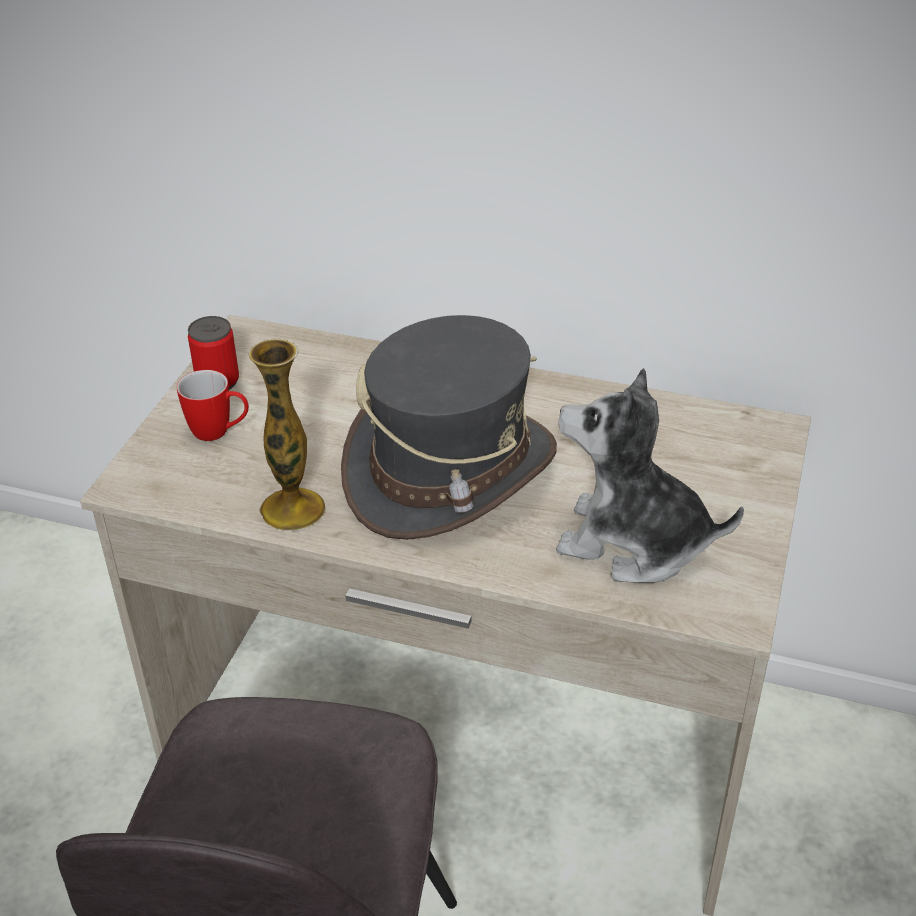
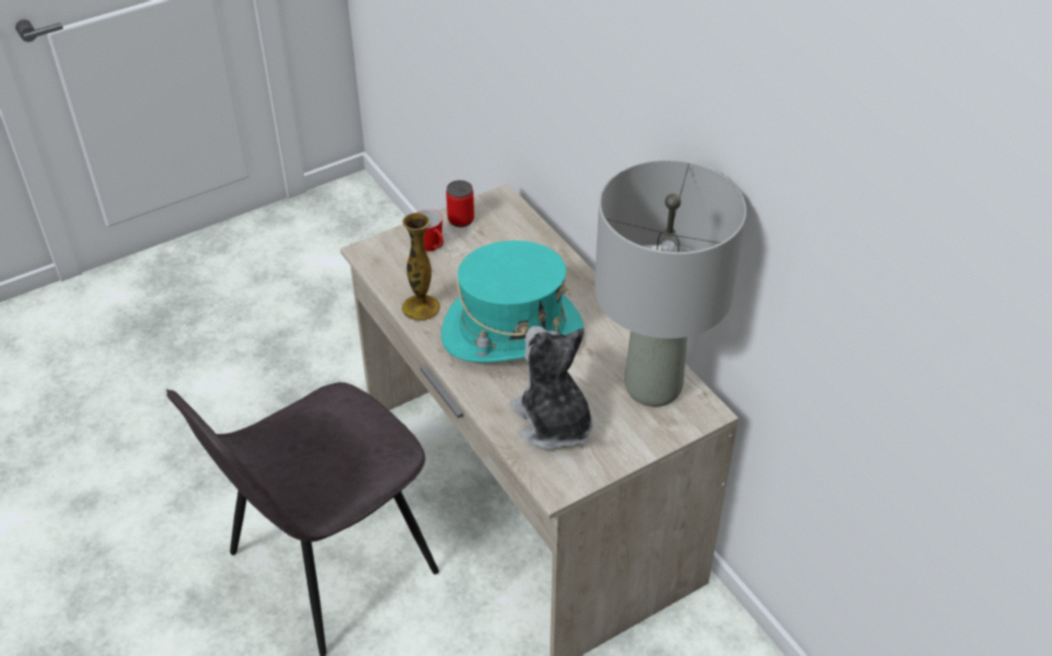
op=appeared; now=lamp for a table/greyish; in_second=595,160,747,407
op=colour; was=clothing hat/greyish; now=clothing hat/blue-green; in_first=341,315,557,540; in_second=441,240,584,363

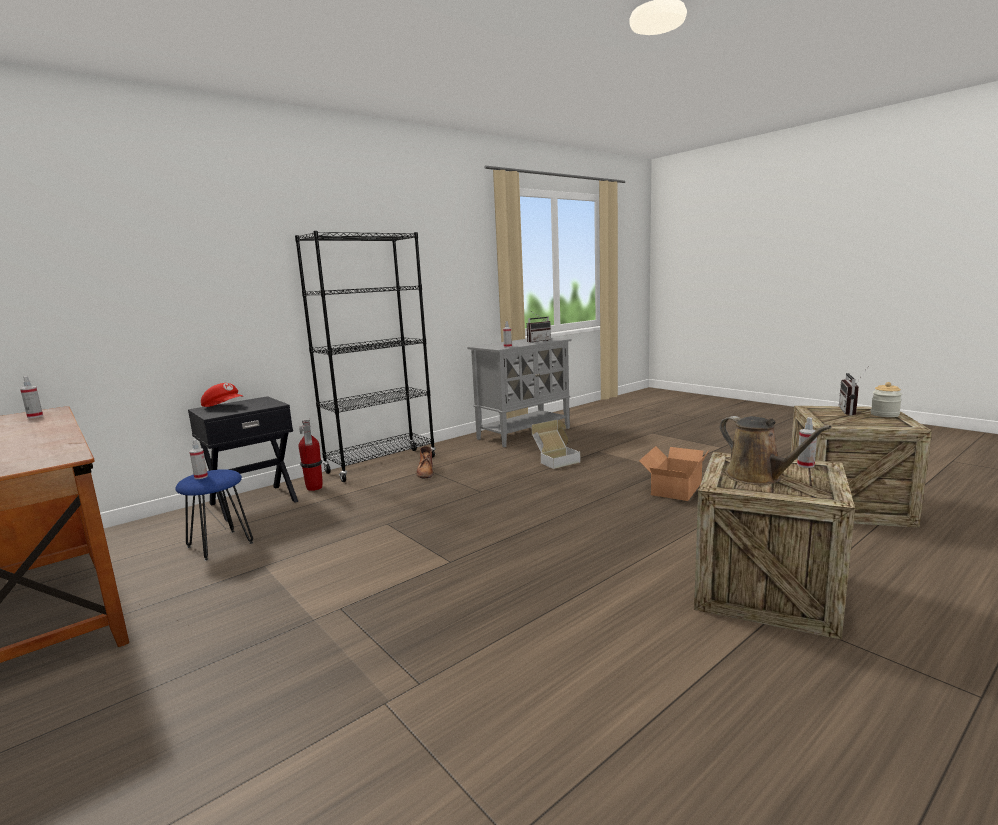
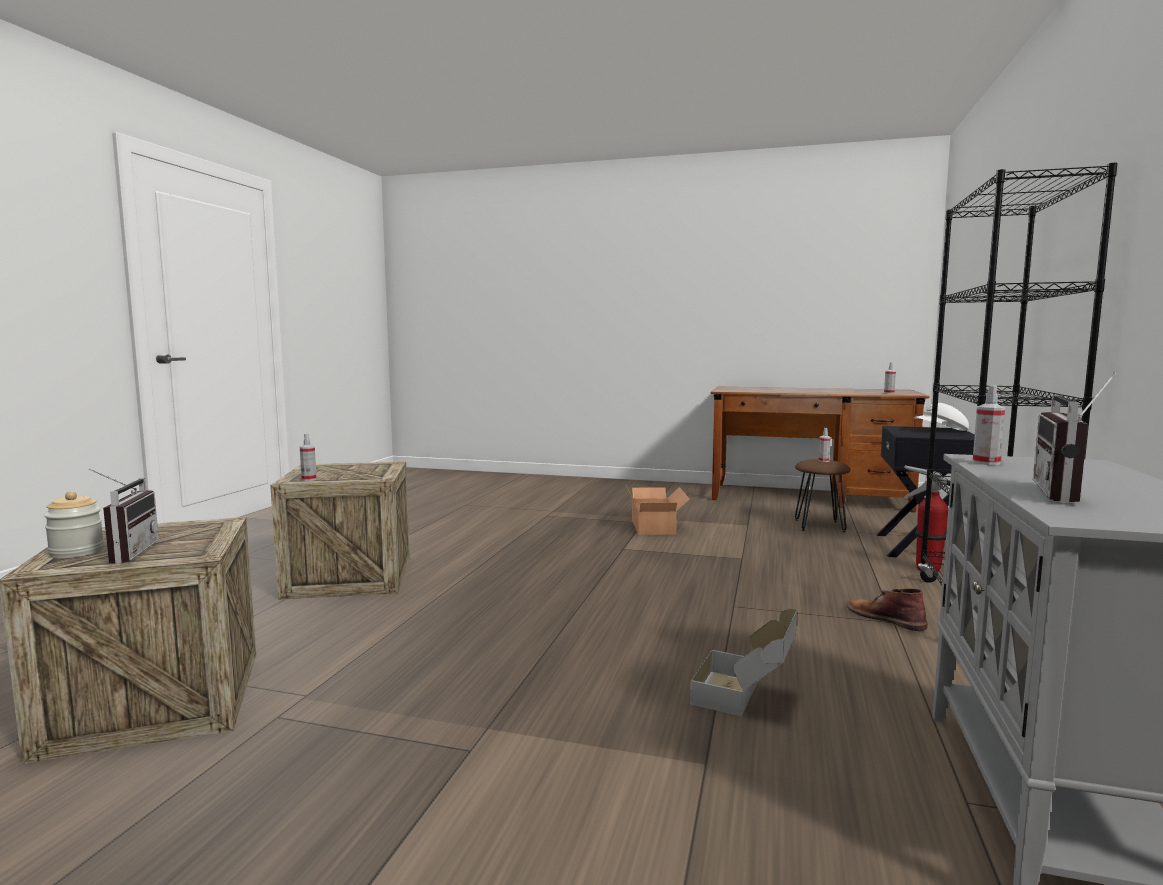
op=missing; was=sprinkling can/brown; in_first=720,416,832,485
op=relocated; was=carton; in_first=639,446,710,501; in_second=626,486,690,535
op=colour; was=stool/blue; now=stool/brown; in_first=175,469,254,561; in_second=795,460,850,532
op=colour; was=peaked cap/red; now=peaked cap/white; in_first=201,383,244,407; in_second=913,403,969,431

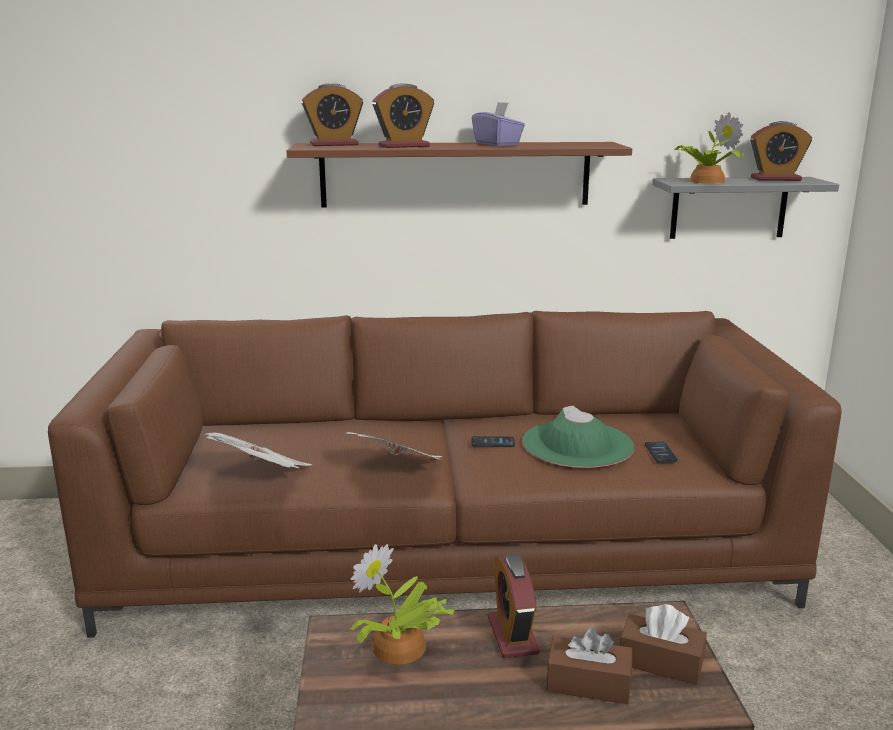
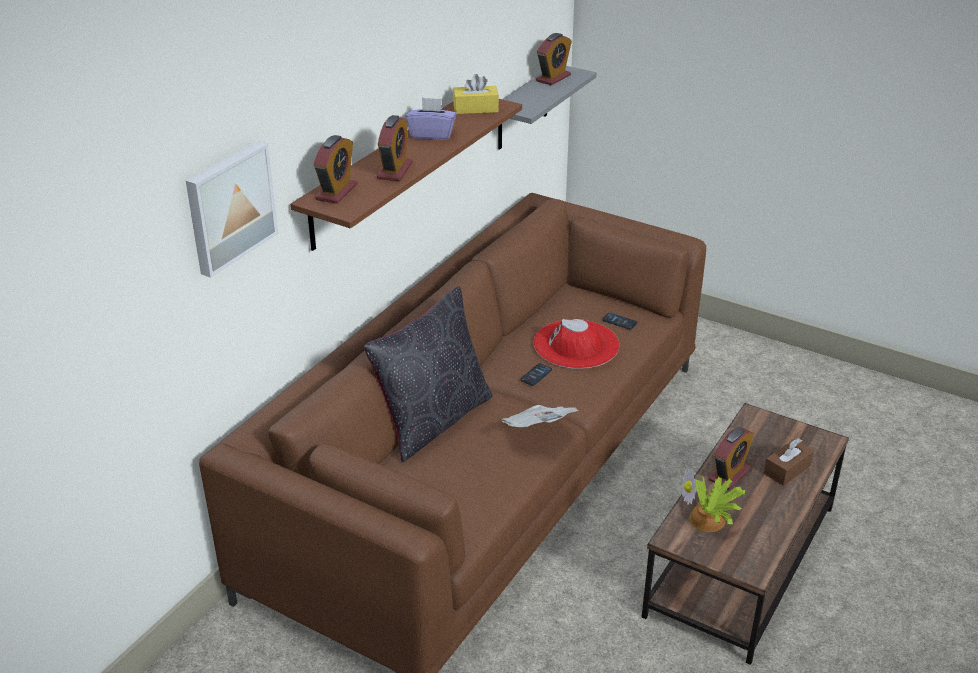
op=missing; was=newspaper; in_first=206,433,312,468
op=missing; was=box of tissues/brown; in_first=620,604,707,685
op=missing; was=plant in a pot; in_first=675,112,745,184
op=appeared; now=wall picture; in_second=186,141,278,278
op=appeared; now=pillow/blackish; in_second=364,286,492,463
op=appeared; now=box of tissues/yellow; in_second=453,74,499,114
op=colour; was=clothing hat/green-coloured; now=clothing hat/red; in_first=522,406,634,468; in_second=534,319,619,369
op=spun; was=table clock; in_first=488,553,540,658; in_second=709,427,754,490; clockwise=-75

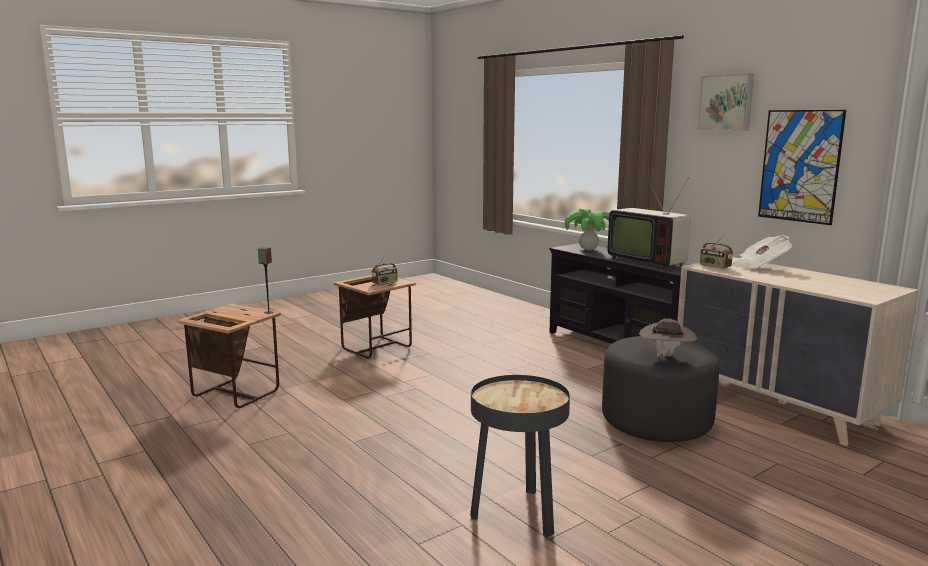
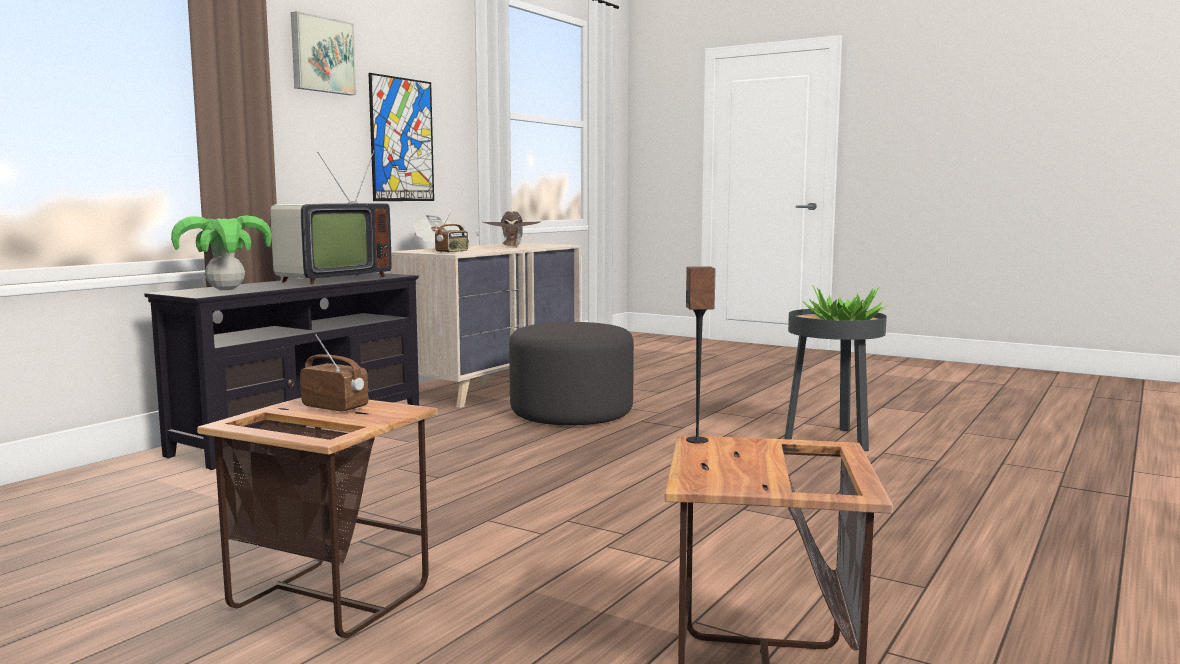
op=appeared; now=plant in a pot; in_second=802,285,889,321
op=relocated; was=clothing hat/brown; in_first=639,319,697,357; in_second=483,211,540,247

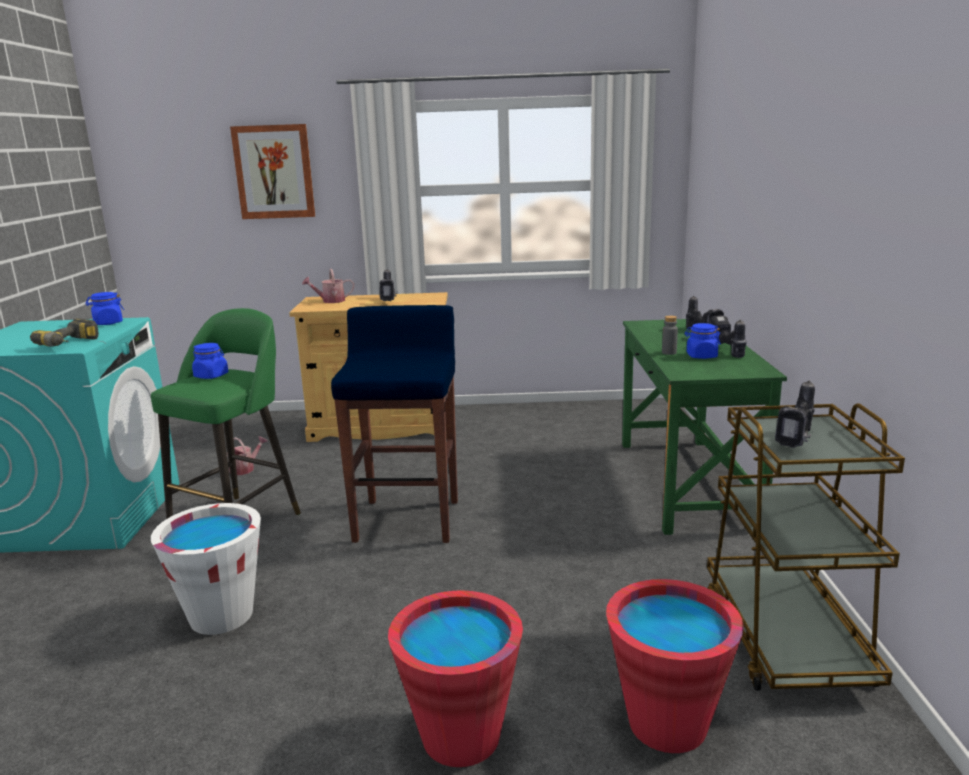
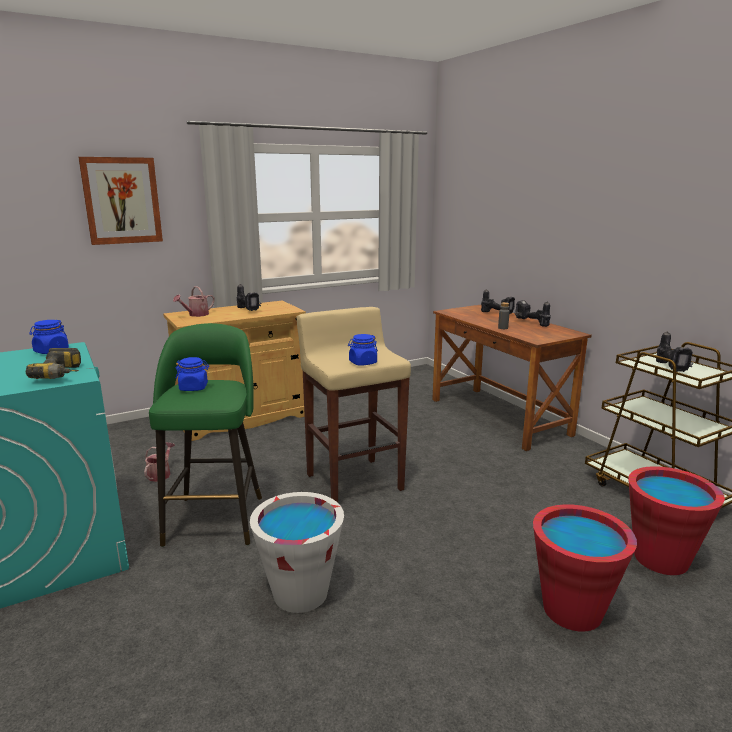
op=relocated; was=preserve jar/blue; in_first=684,323,721,359; in_second=348,334,378,366
op=colour; was=stool/blue; now=stool/beige; in_first=331,305,458,543; in_second=296,307,411,502
op=colour; was=desk table/green-coloured; now=desk table/brown; in_first=622,319,787,535; in_second=432,305,592,451

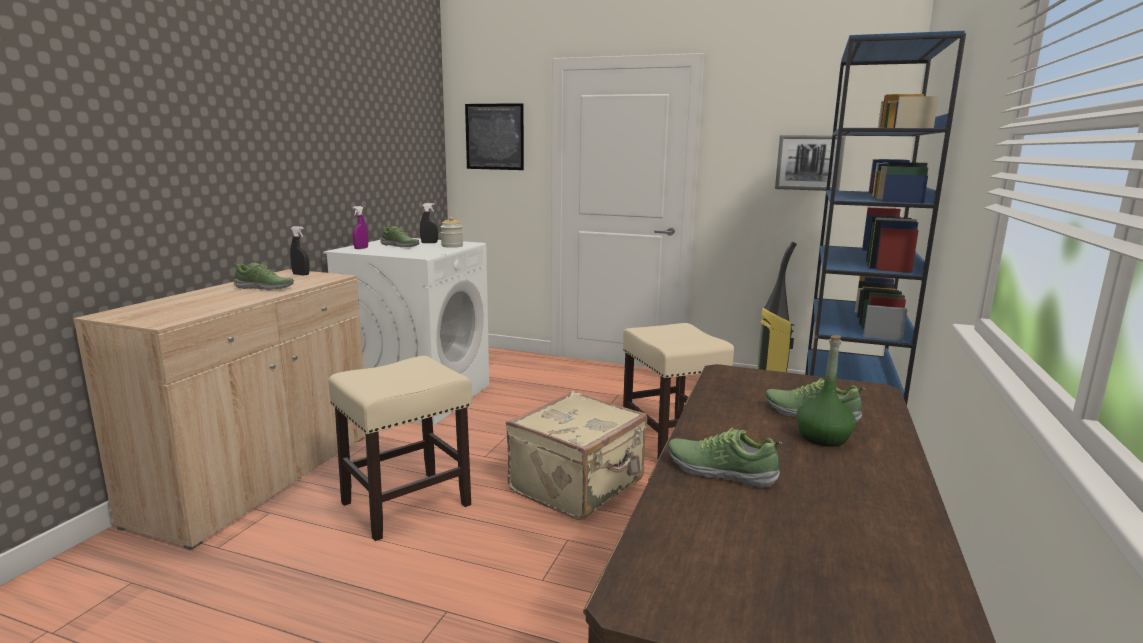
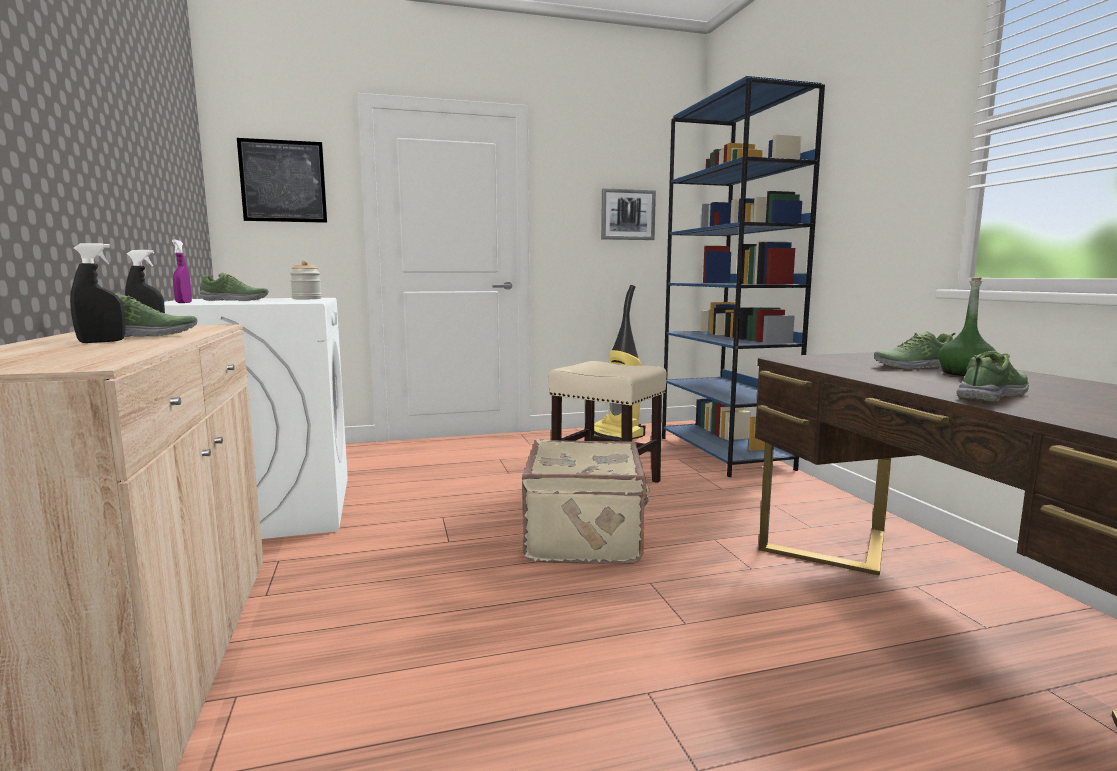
op=missing; was=stool/beige; in_first=328,356,472,541
op=relocated; was=spray bottle/blackish; in_first=420,203,438,243; in_second=70,243,126,343
op=spun; was=item of footwear; in_first=668,428,783,488; in_second=957,351,1029,401; clockwise=150

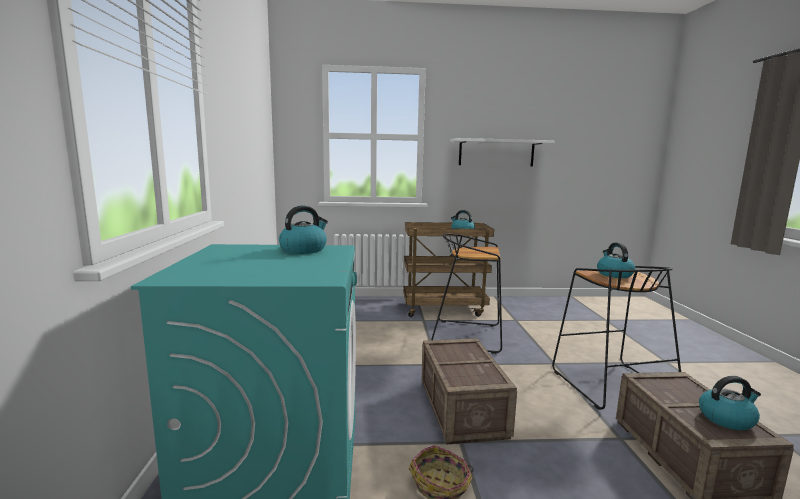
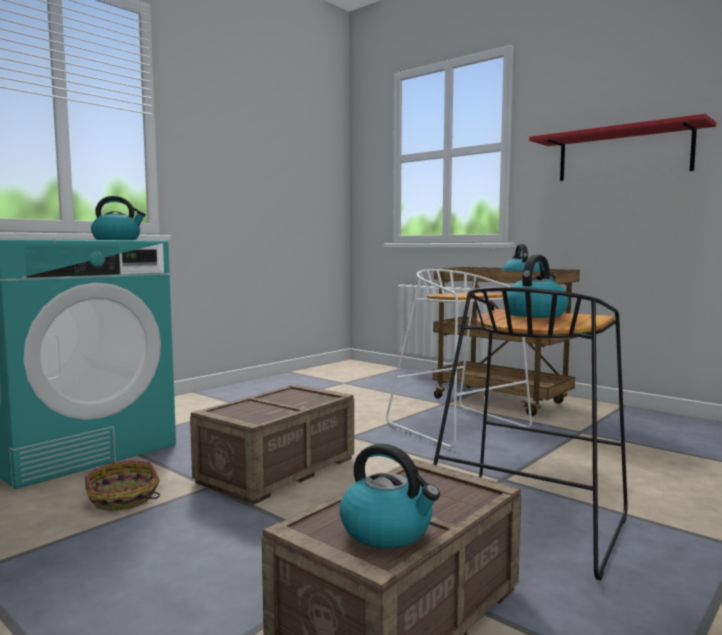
op=colour; was=stool/blackish; now=stool/white; in_first=431,233,502,354; in_second=386,269,532,449
op=colour; was=bracket shelf/white; now=bracket shelf/red; in_first=450,138,554,167; in_second=529,114,717,181

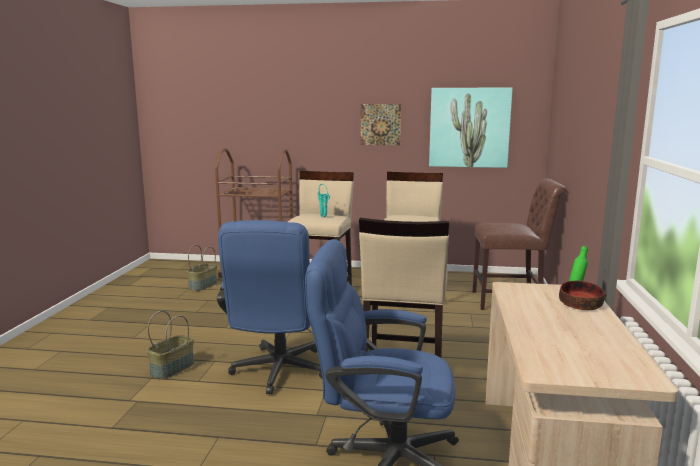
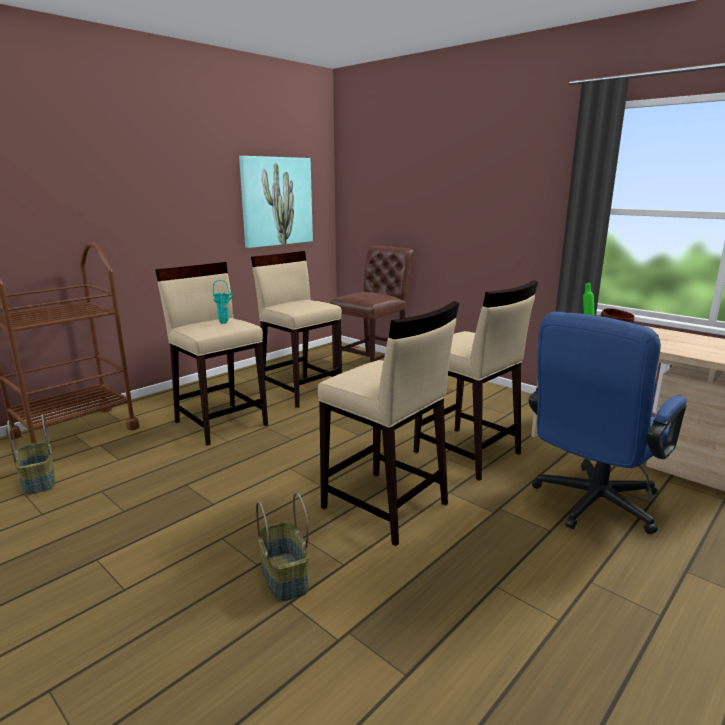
op=missing; was=wall picture; in_first=360,104,401,145
op=exchanged; was=desk chair/blue; now=stool/beige; in_first=217,220,323,394; in_second=318,301,459,546

